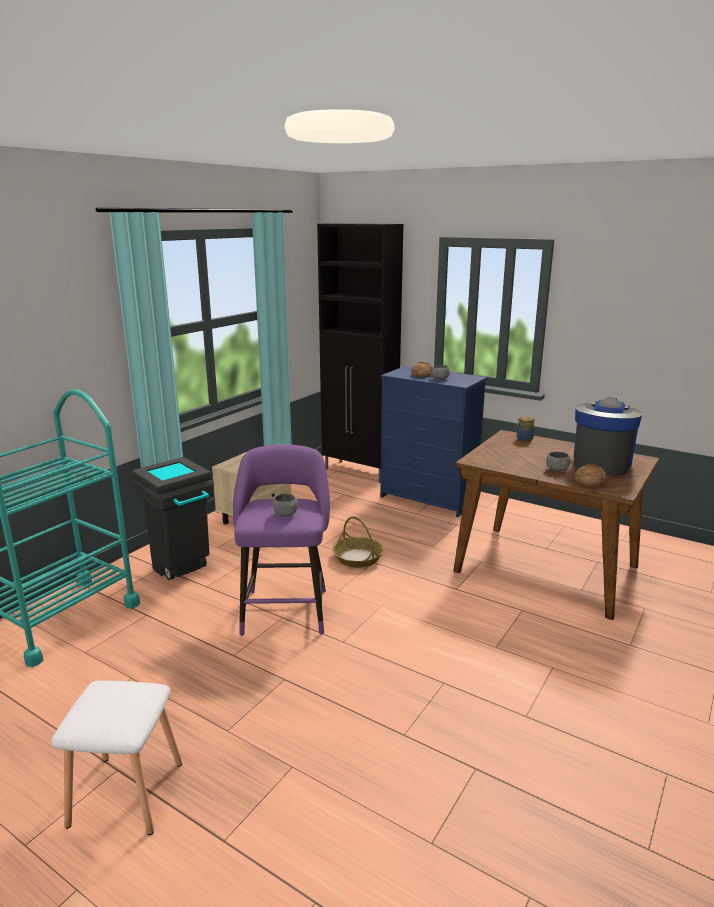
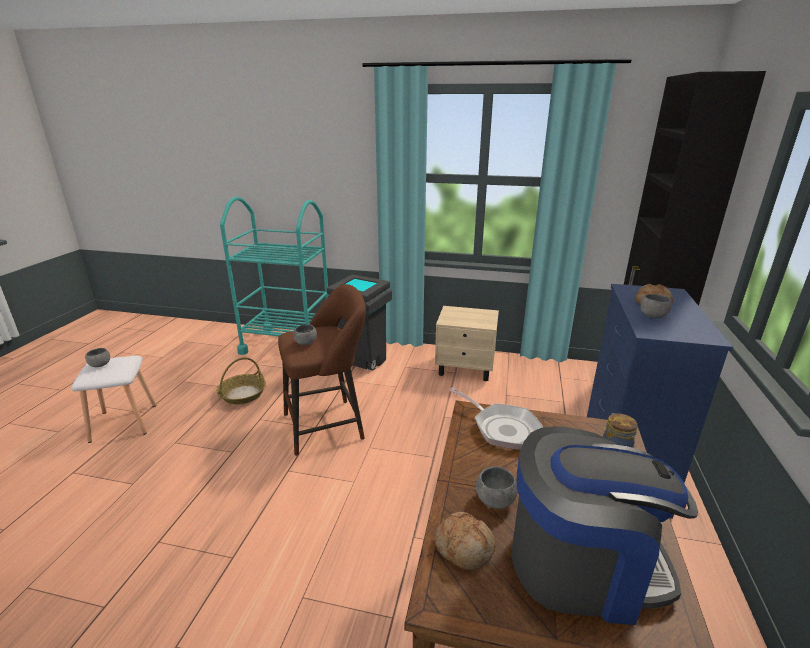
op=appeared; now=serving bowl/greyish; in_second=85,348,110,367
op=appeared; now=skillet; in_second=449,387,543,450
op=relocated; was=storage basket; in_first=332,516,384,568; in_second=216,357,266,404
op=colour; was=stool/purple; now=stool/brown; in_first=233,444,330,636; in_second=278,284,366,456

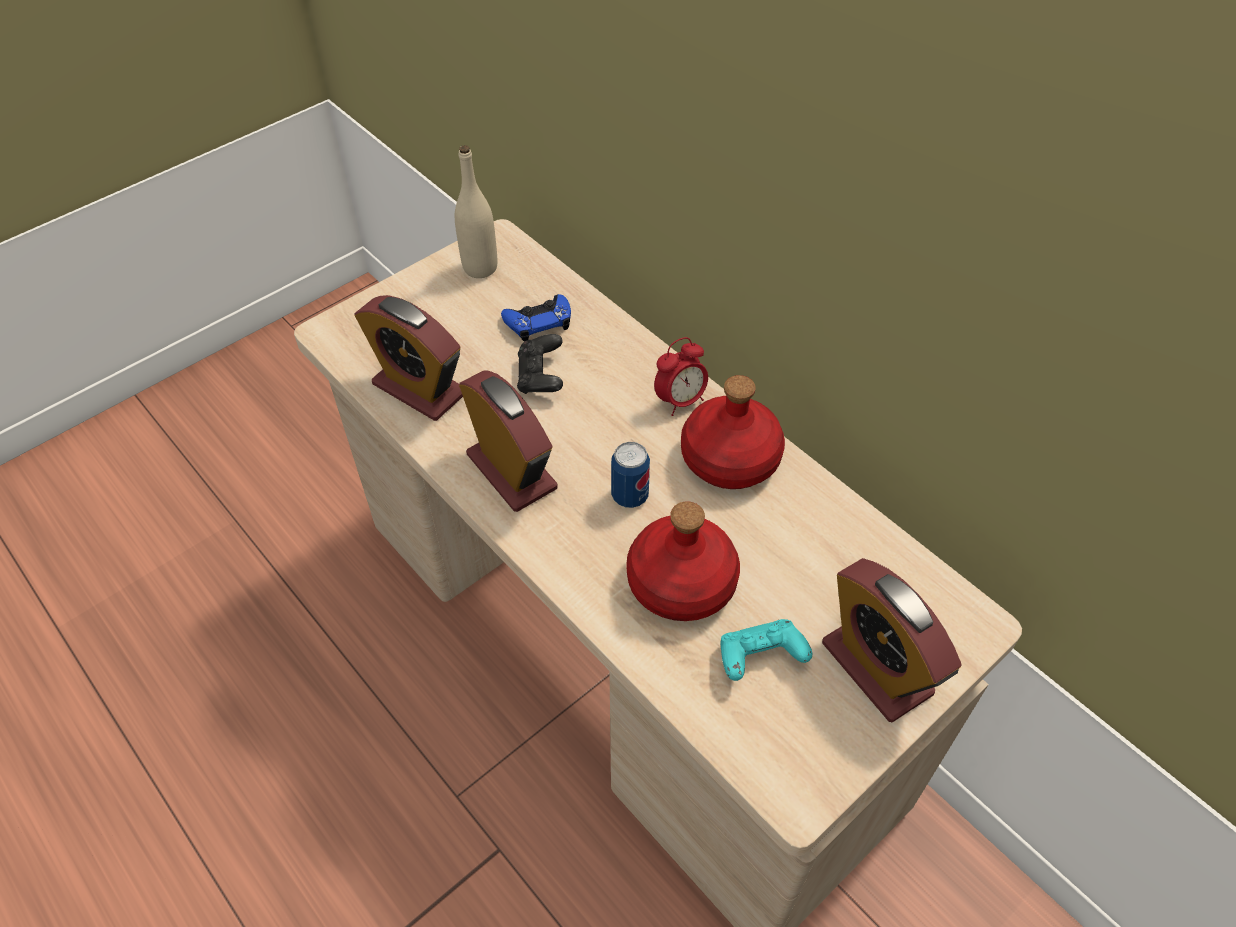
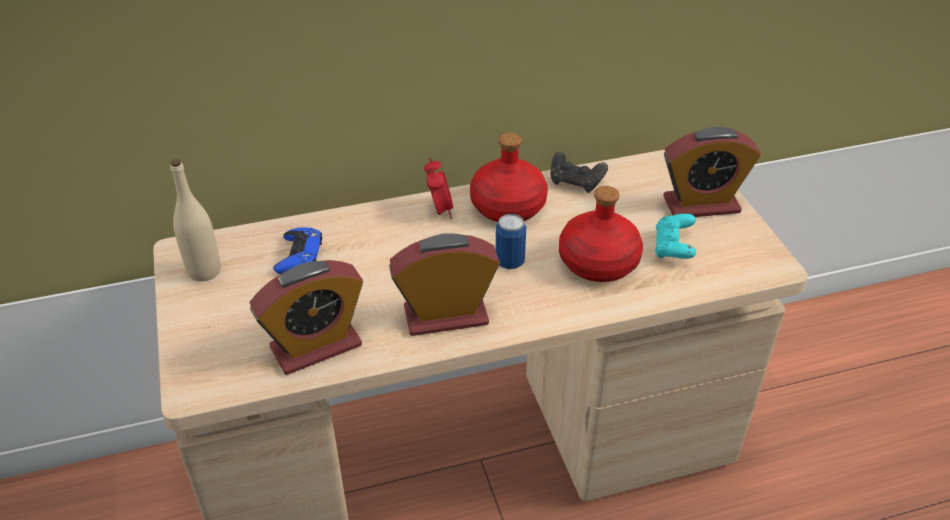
op=relocated; was=game controller/blackish; in_first=517,334,563,394; in_second=550,152,608,193

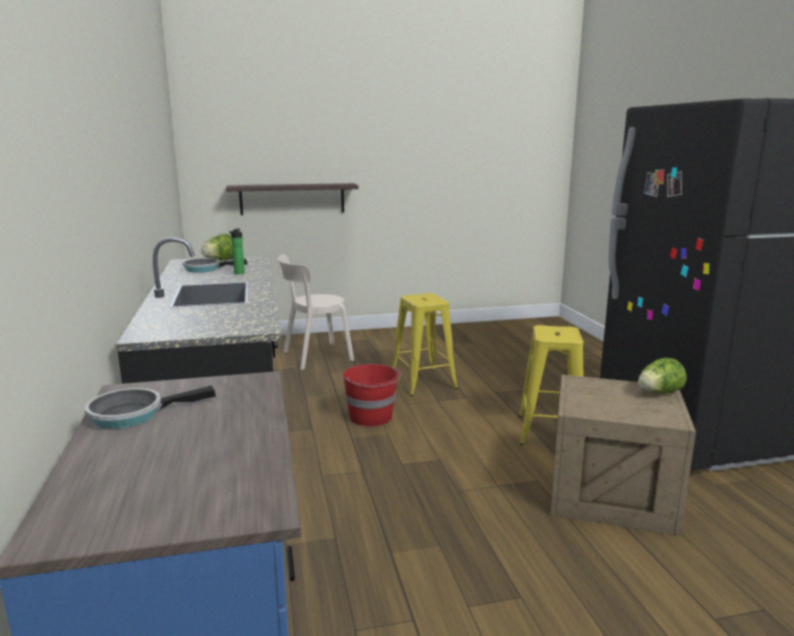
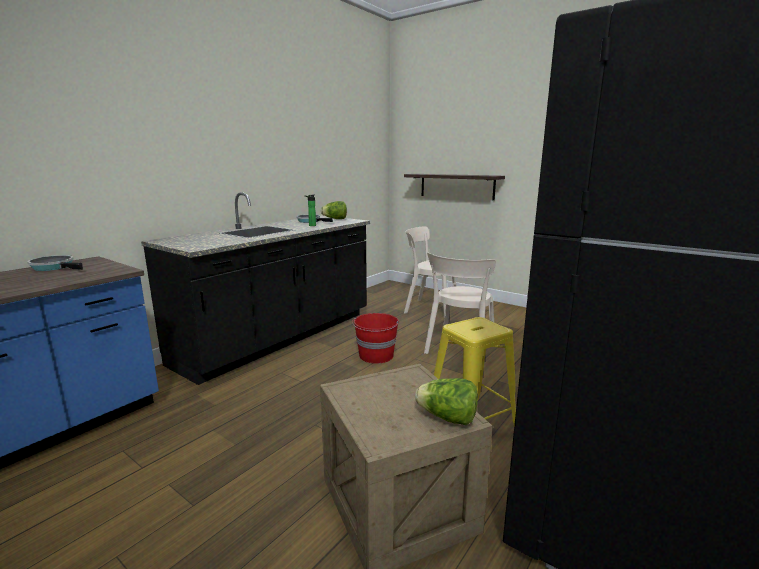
op=exchanged; was=stool/yellow; now=plain chair/beige; in_first=392,293,458,396; in_second=424,252,496,354

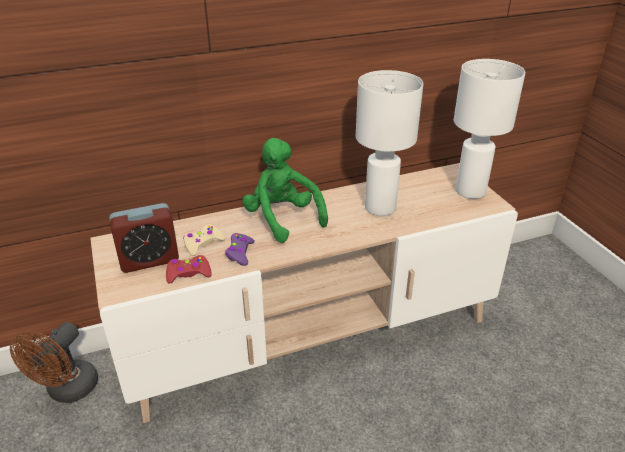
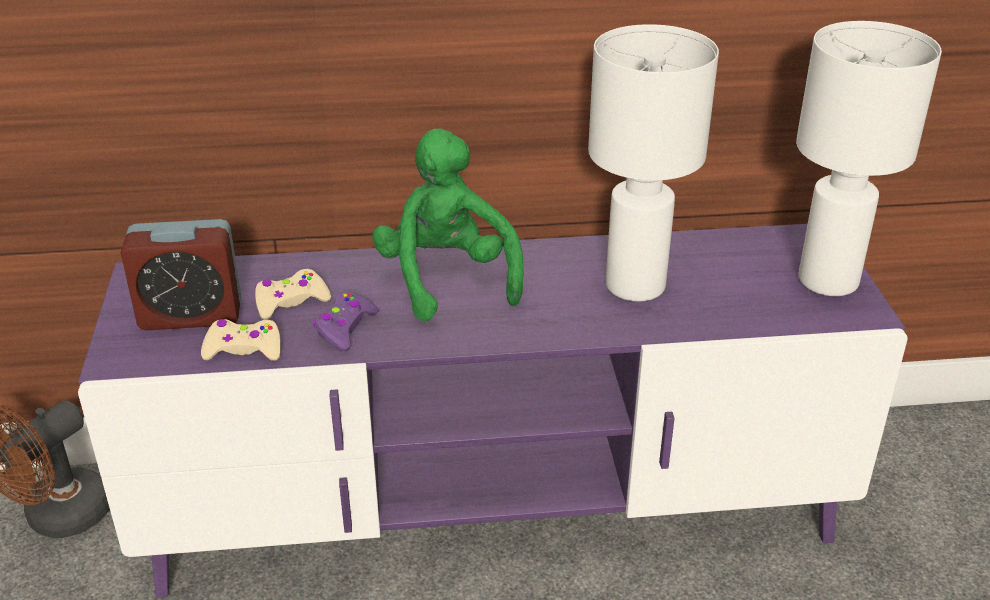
op=colour; was=media console/beige; now=media console/purple; in_first=90,163,518,423; in_second=78,224,908,598
op=colour; was=game controller/red; now=game controller/beige; in_first=166,255,212,283; in_second=201,319,281,361

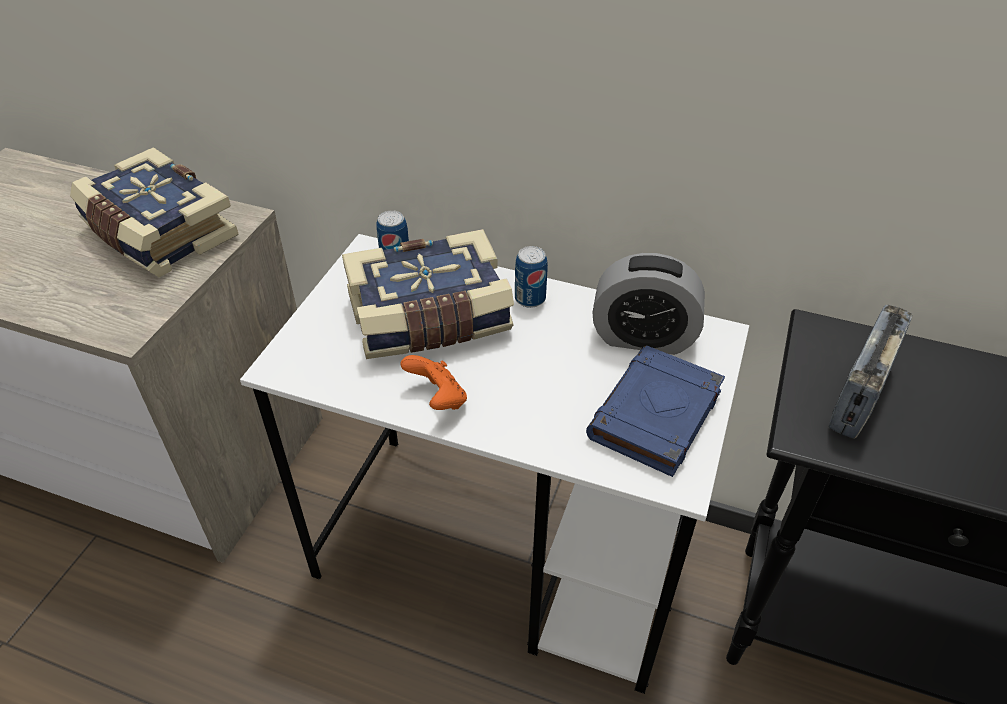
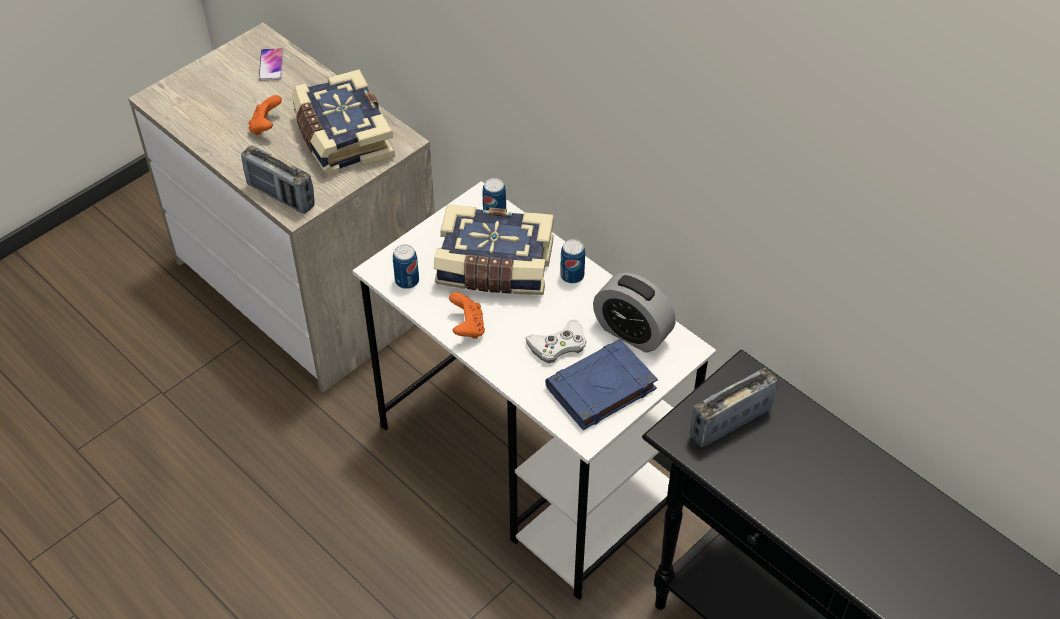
op=appeared; now=radio; in_second=241,145,315,214
op=appeared; now=game controller/orangey; in_second=248,95,282,135
op=appeared; now=phone; in_second=259,48,283,81
op=appeared; now=sealed can; in_second=393,244,419,289
op=appeared; now=game controller/white; in_second=526,320,586,363

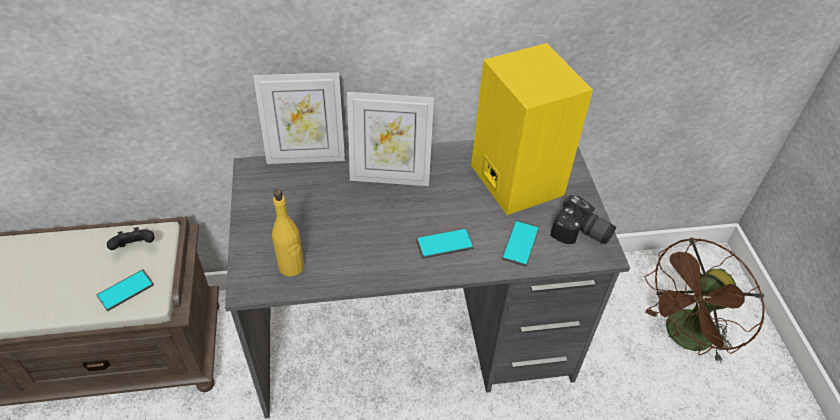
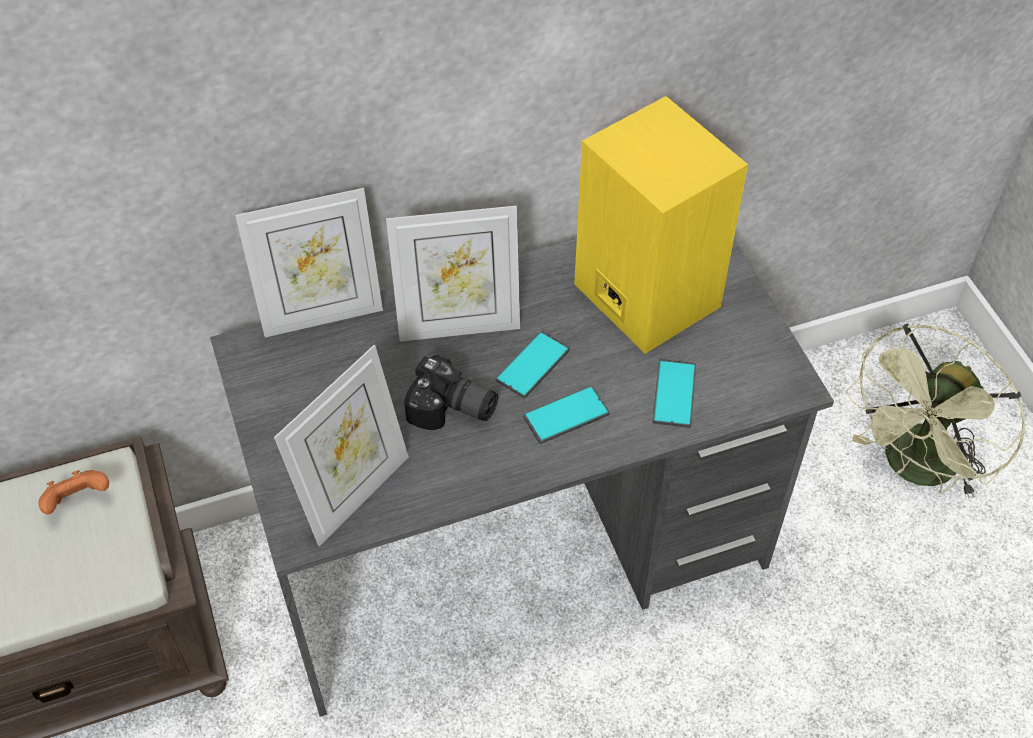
op=relocated; was=phone; in_first=97,269,154,311; in_second=496,331,570,398
op=relocated; was=still camera; in_first=550,195,616,244; in_second=404,355,498,430
op=exchanged; was=bottle/yellow; now=photo frame; in_first=272,189,304,277; in_second=274,345,409,547
op=colour; was=game controller/blackish; now=game controller/orangey; in_first=107,227,155,250; in_second=38,470,109,514
op=colour; was=fan/brown; now=fan/green-coloured; in_first=645,237,765,364; in_second=846,324,1025,498

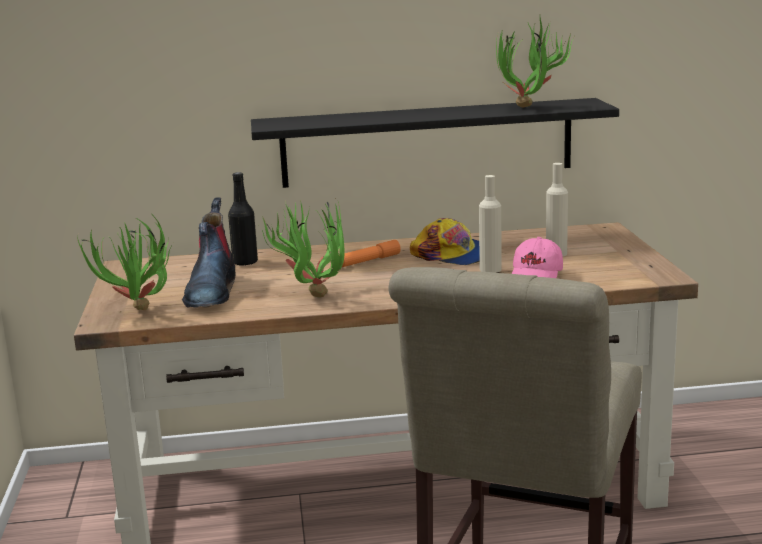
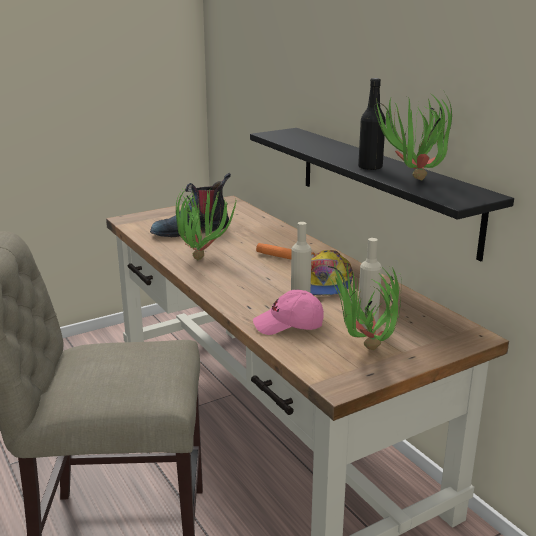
op=relocated; was=plant in a pot; in_first=77,212,173,310; in_second=326,260,402,350
op=relocated; was=bottle/blackish; in_first=228,172,258,265; in_second=358,78,386,170

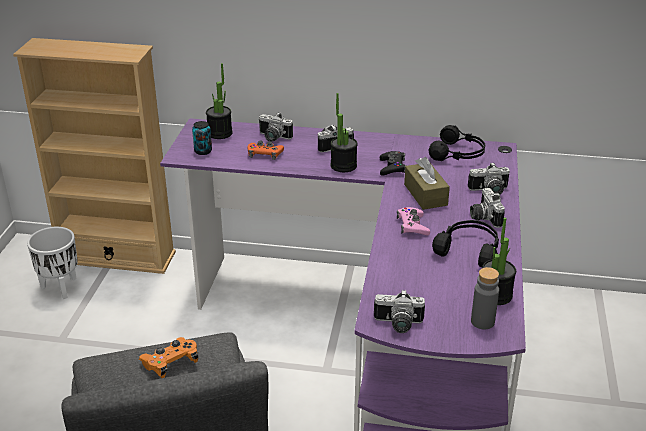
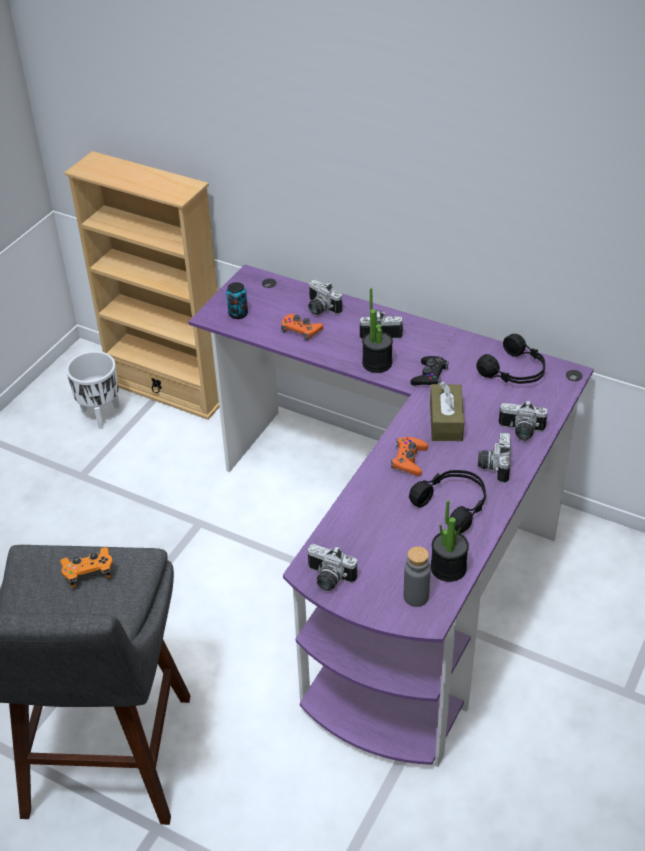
op=missing; was=plant in a pot; in_first=206,63,233,139
op=colour; was=game controller/pink-coloured; now=game controller/orangey; in_first=397,207,430,235; in_second=391,437,428,476

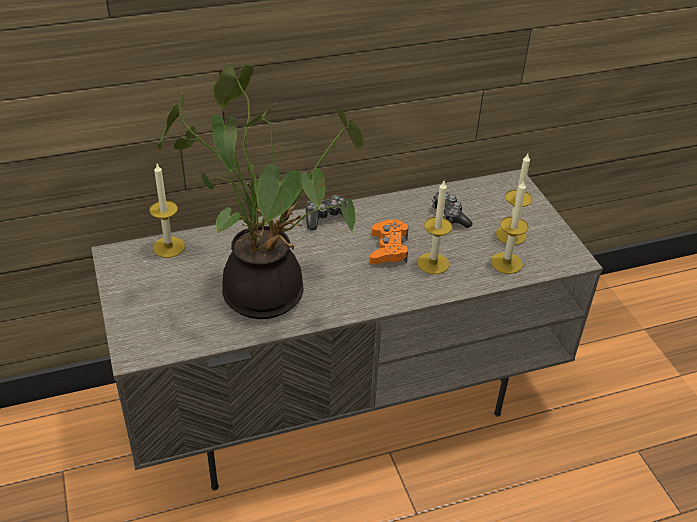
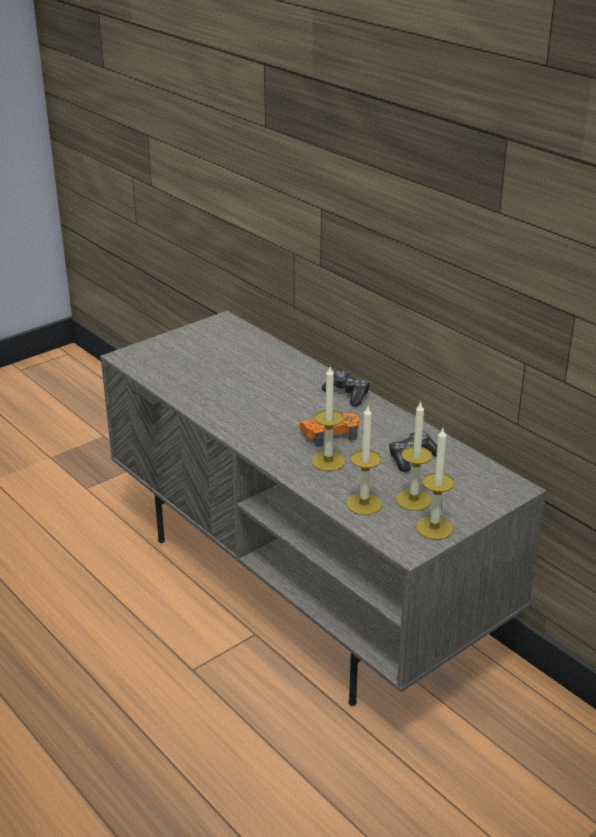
op=missing; was=plant in a pot; in_first=157,63,364,319
op=relocated; was=candle; in_first=149,164,185,258; in_second=416,428,455,540

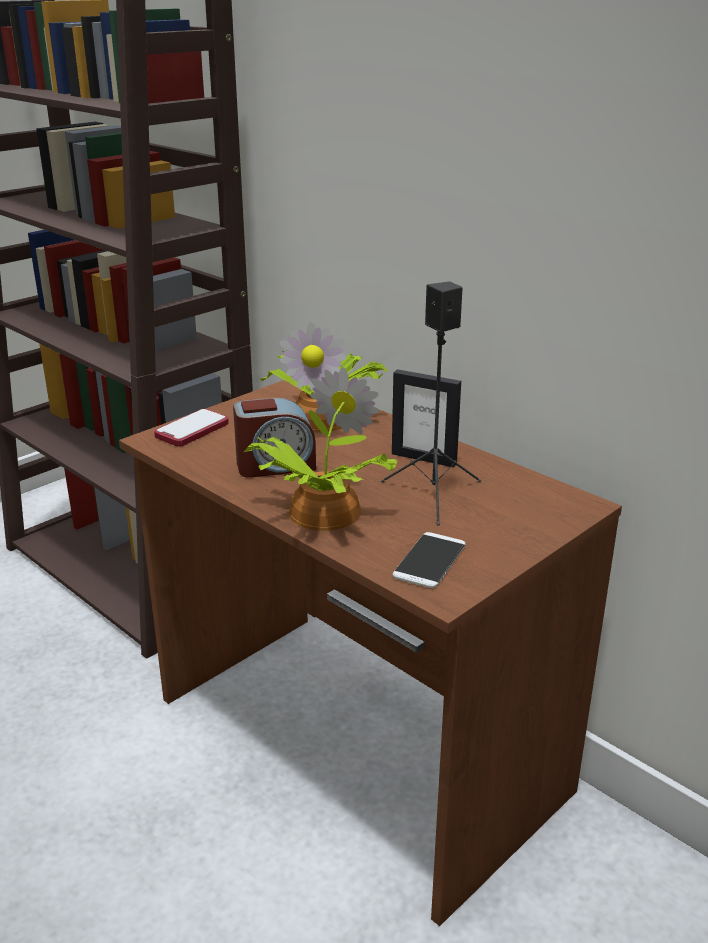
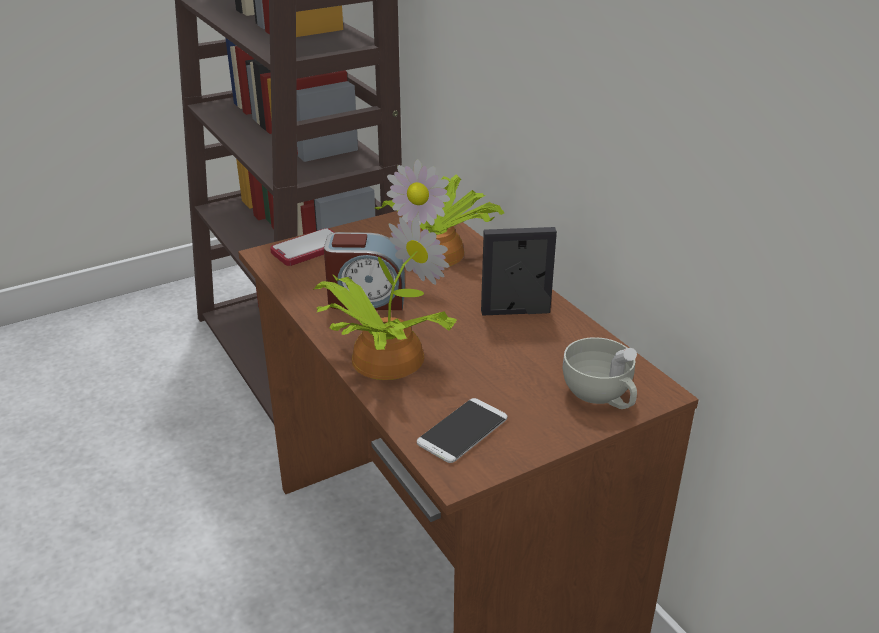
op=missing; was=speaker/blackish; in_first=381,281,481,526
op=appeared; now=drinking cup/white; in_second=563,337,637,409
op=spun; was=photo frame; in_first=392,369,461,467; in_second=481,227,557,316; clockwise=135

